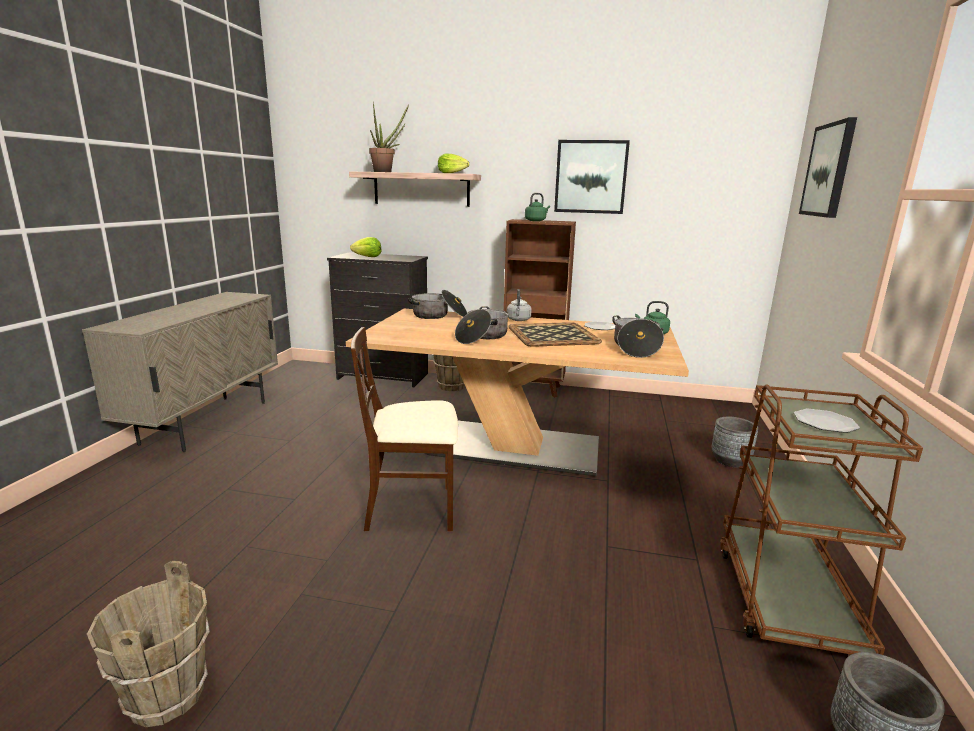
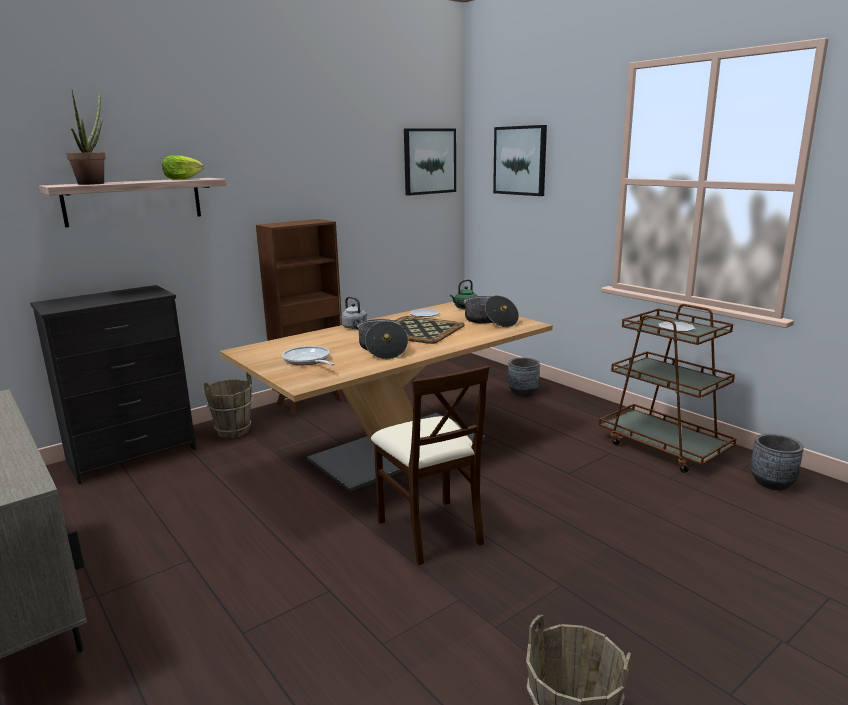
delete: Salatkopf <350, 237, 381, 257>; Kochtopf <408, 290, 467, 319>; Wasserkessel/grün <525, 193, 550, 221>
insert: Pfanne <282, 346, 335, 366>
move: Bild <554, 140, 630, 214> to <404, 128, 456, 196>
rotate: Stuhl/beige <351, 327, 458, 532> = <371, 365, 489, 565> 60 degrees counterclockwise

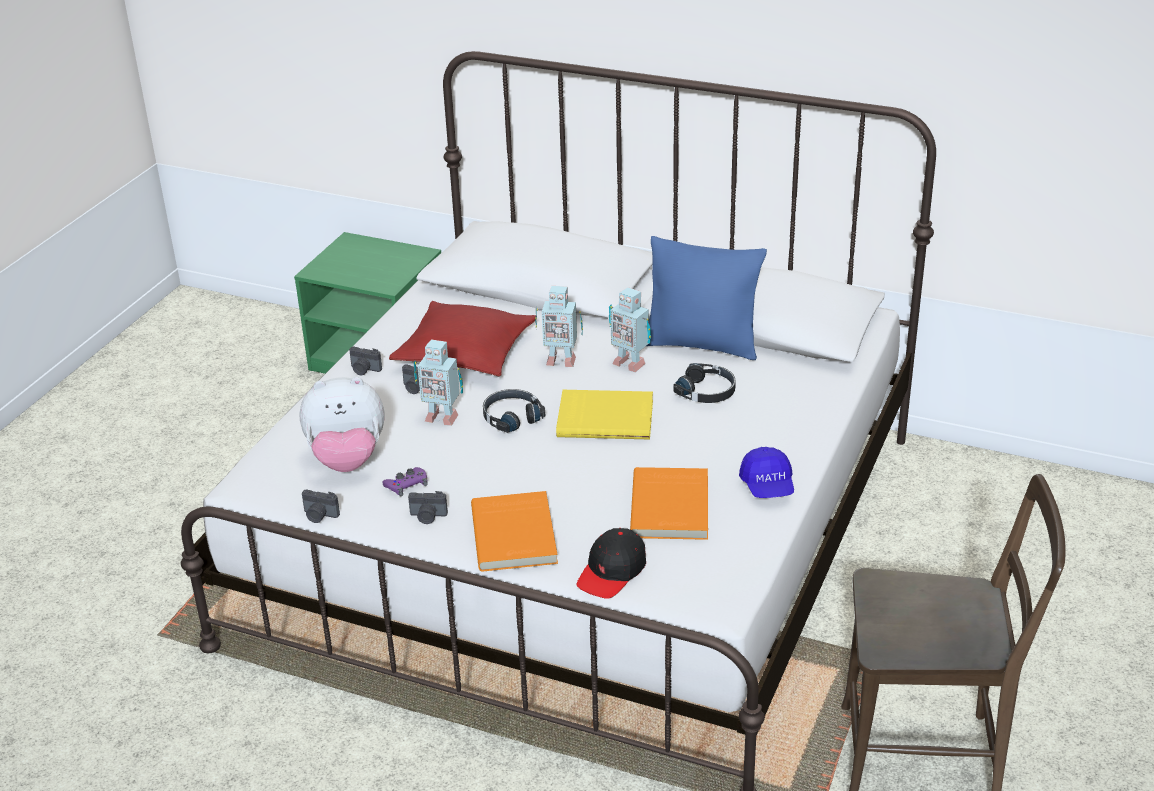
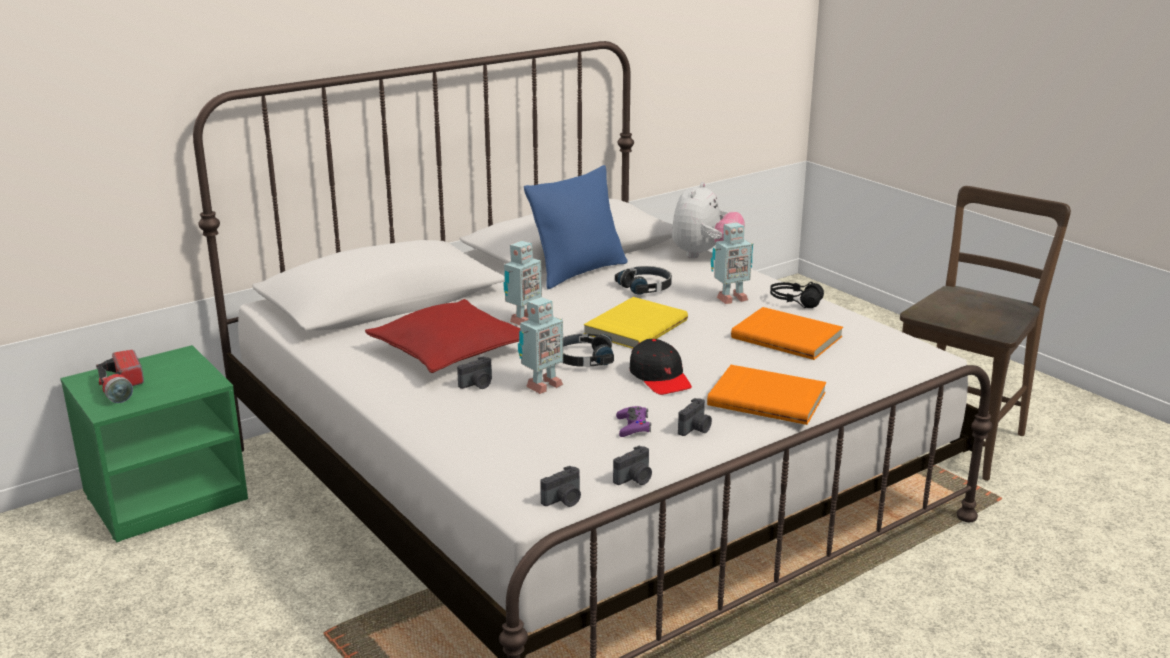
insert: Taschenlampe <96, 350, 144, 403>
move: Plüschtier <299, 377, 384, 472> to <672, 182, 745, 258>; Kamera <349, 347, 382, 375> to <540, 466, 581, 507>; Kappe/schwarz <576, 528, 646, 599> to <630, 339, 692, 395>; Spielzeugroboter <609, 287, 651, 372> to <711, 222, 753, 304>
replace: Kappe/blau <739, 447, 794, 498> to Kopfhörer/schwarz <770, 282, 824, 308>

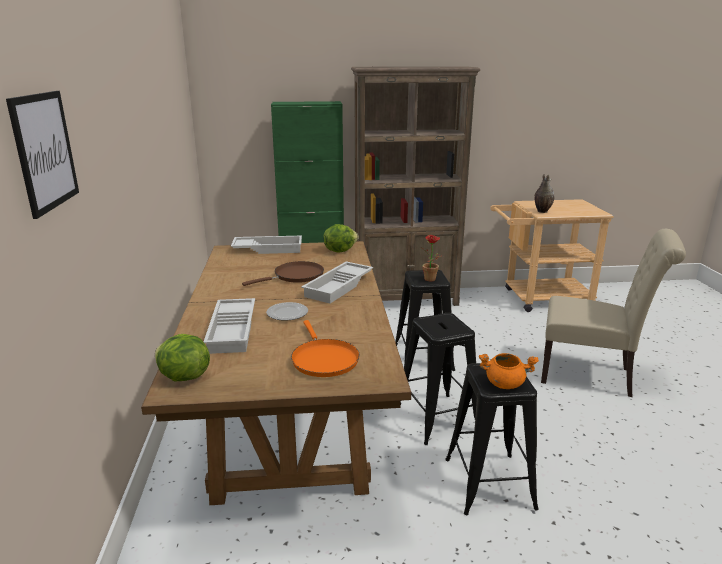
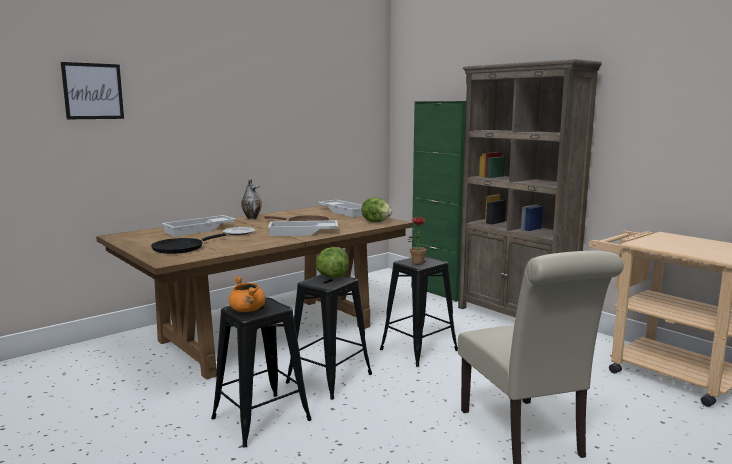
move: Salatkopf <155, 334, 210, 381> to <316, 247, 349, 278>; Vase <534, 174, 555, 213> to <241, 179, 262, 220>
recolor: Pfanne/orange <291, 320, 360, 377> to Pfanne/schwarz <151, 233, 226, 254>

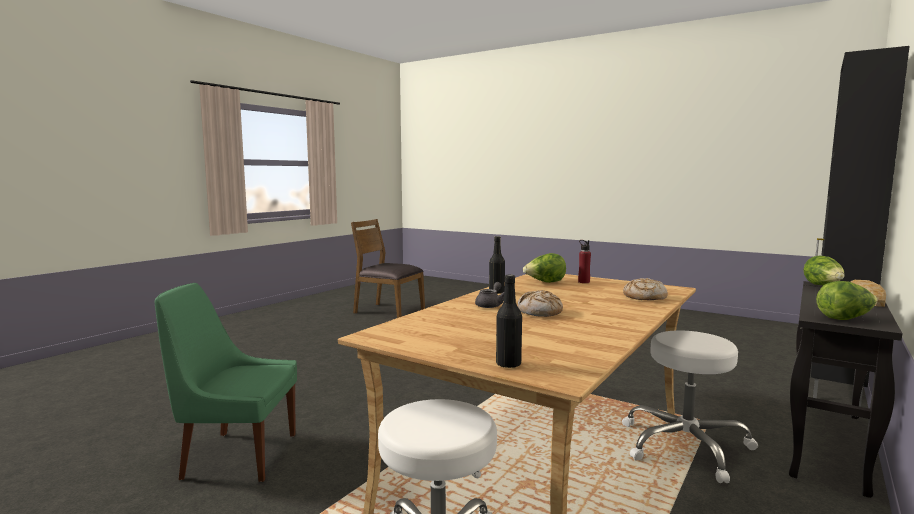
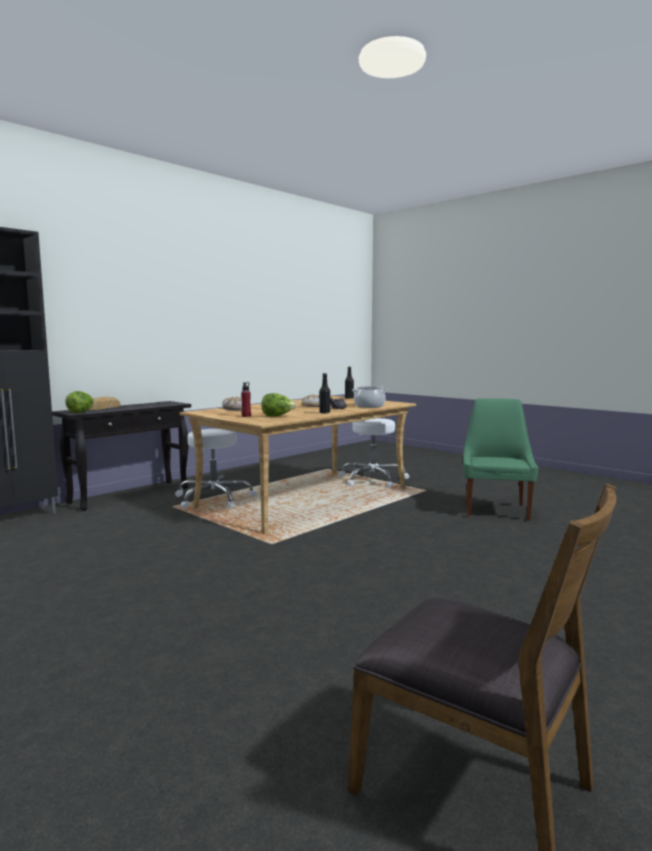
delete: Salatkopf <816, 281, 878, 320>
insert: Kochtopf <352, 386, 387, 408>
rotate: Stuhl/grün <155, 283, 297, 482> = <463, 398, 538, 521> 90 degrees counterclockwise

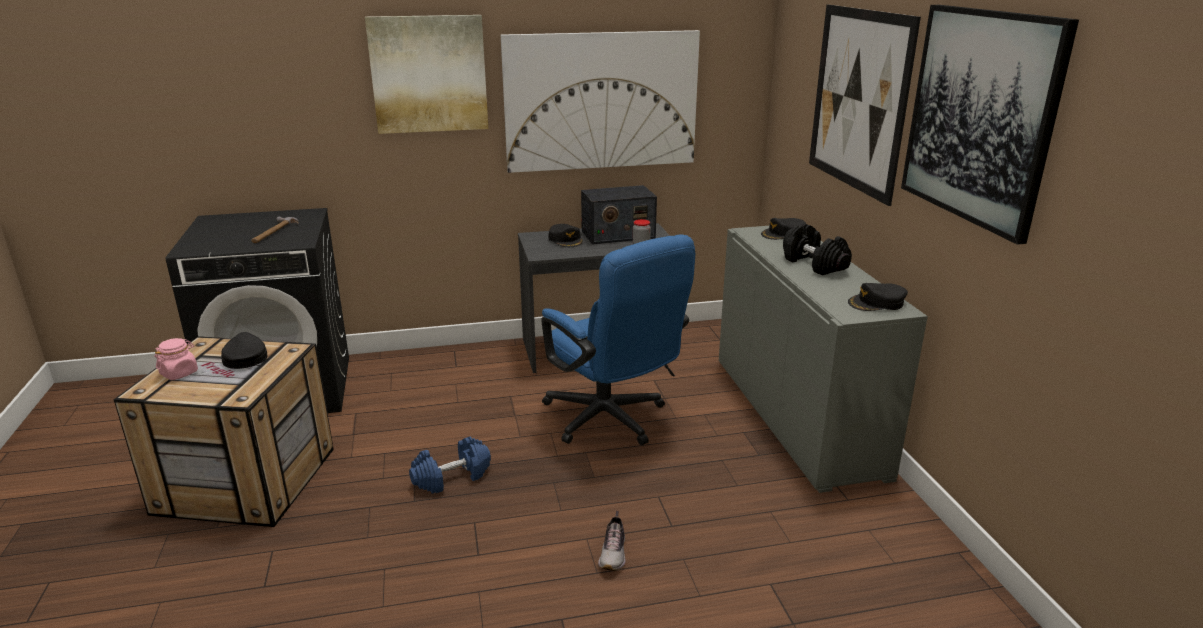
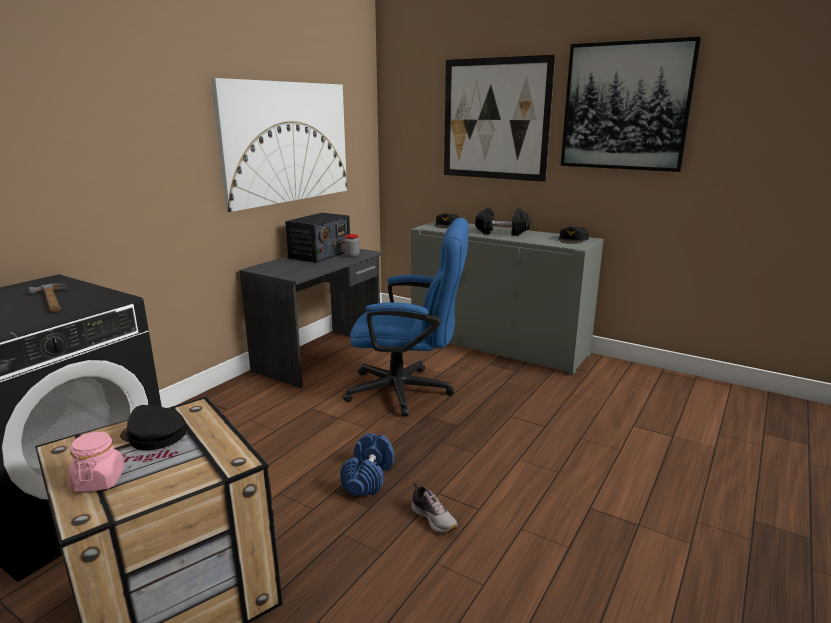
delete: Bild <365, 15, 488, 134>; Kappe/schwarz <548, 224, 583, 247>
move: Schuh <598, 511, 626, 571> to <411, 482, 458, 533>

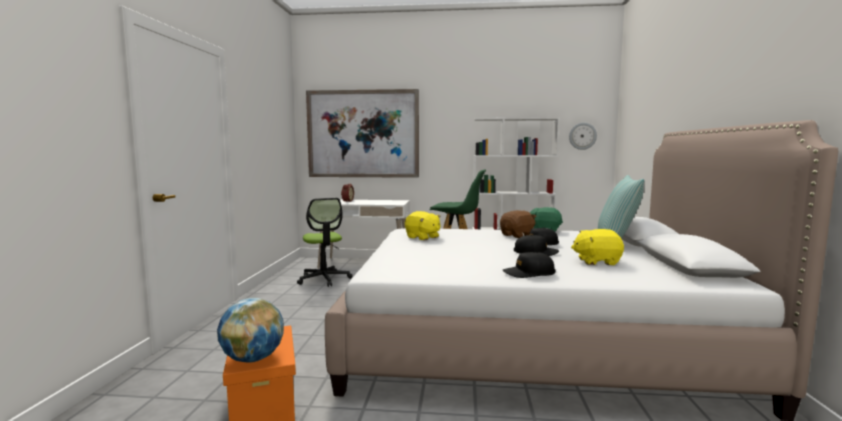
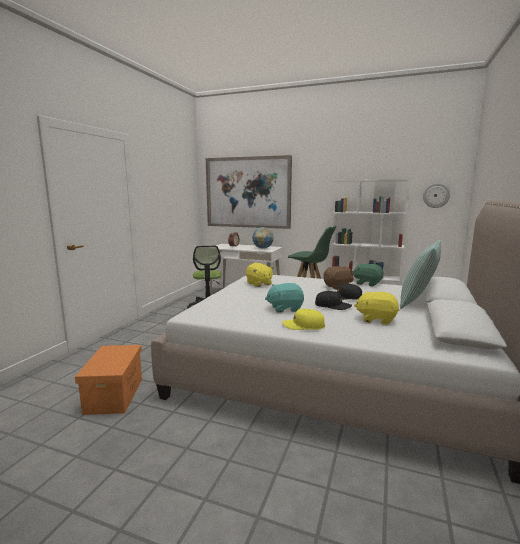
insert: Plüschtier/türkis <265, 283, 304, 312>
move: Globus <217, 298, 284, 363> to <253, 227, 274, 248>
recolor: Kappe/schwarz <503, 252, 555, 278> to Kappe/gelb <282, 309, 325, 330>

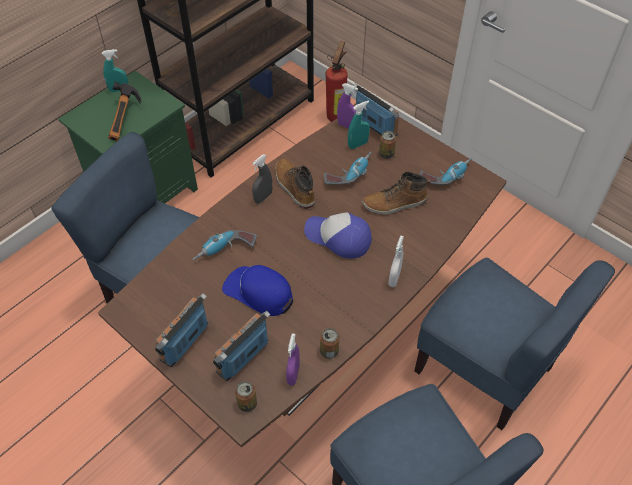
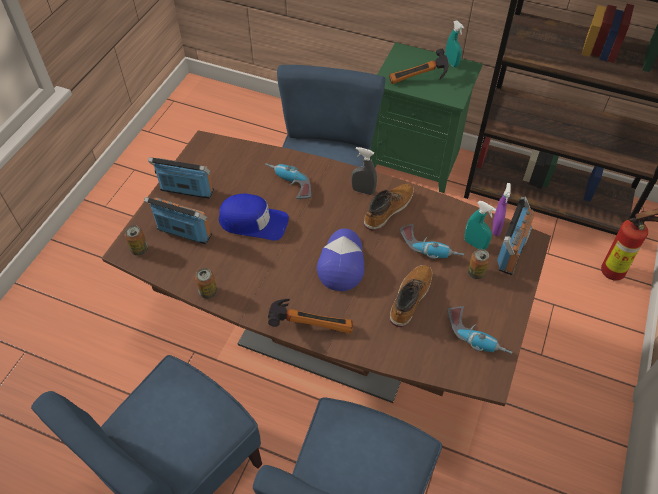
delete: Sprühflasche/lila <286, 333, 300, 386>
replace: Sprühflasche/weiß <388, 236, 404, 287> to Hammer <268, 299, 353, 334>
rotate: Kappe/blau <222, 265, 293, 316> = <219, 194, 289, 241> 90 degrees clockwise; Stiefel <362, 172, 430, 215> = <389, 265, 432, 327> 60 degrees clockwise

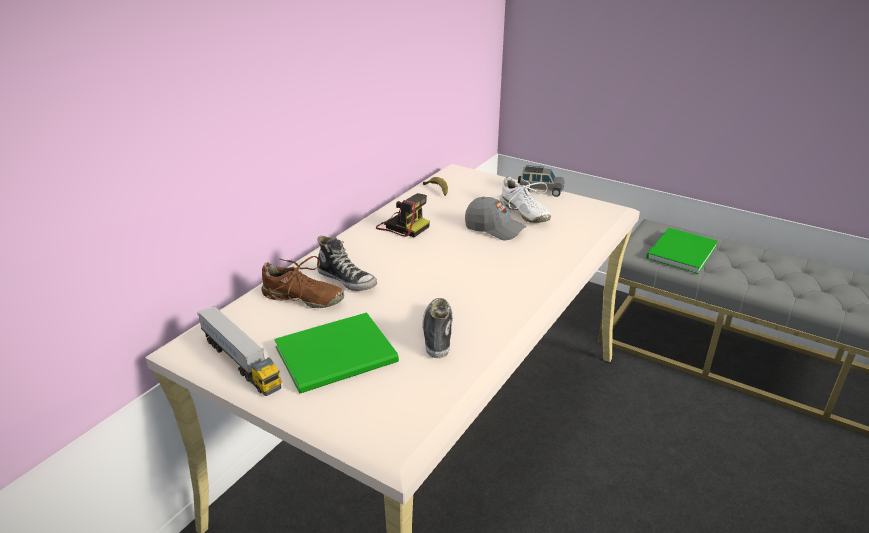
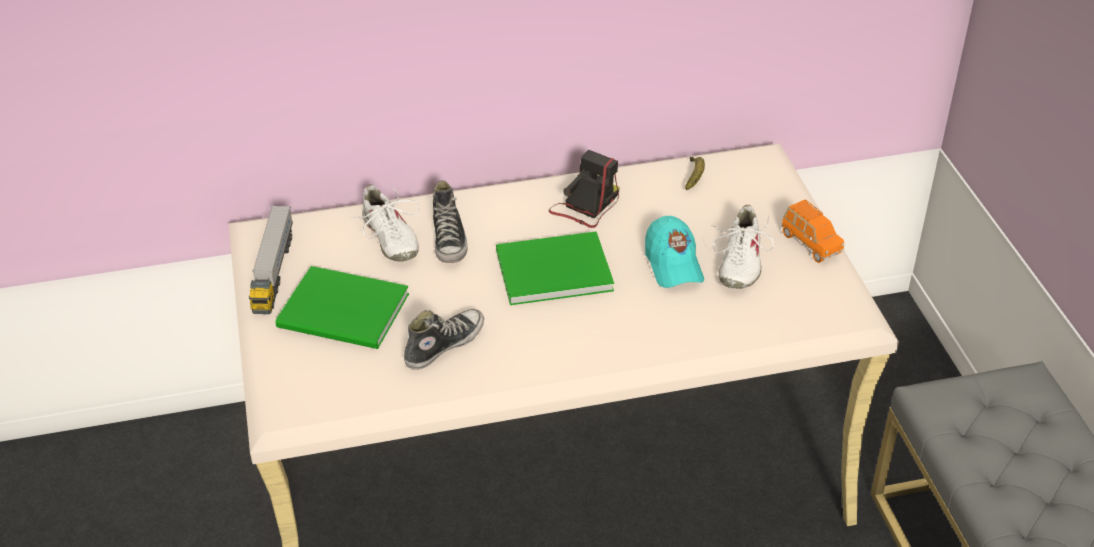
move: Buch/grün <646, 228, 718, 274> to <496, 231, 614, 305>
recolor: Schuh/braun <261, 256, 344, 308> to Schuh/weiß <349, 184, 420, 261>; Kappe/grau <465, 197, 527, 240> to Kappe/türkis <645, 216, 704, 288>; Spielzeugauto/grau <518, 165, 564, 197> to Spielzeugauto/orange <782, 199, 844, 263>
rotate: Kamera <376, 193, 430, 237> = <549, 150, 620, 228> 135 degrees counterclockwise

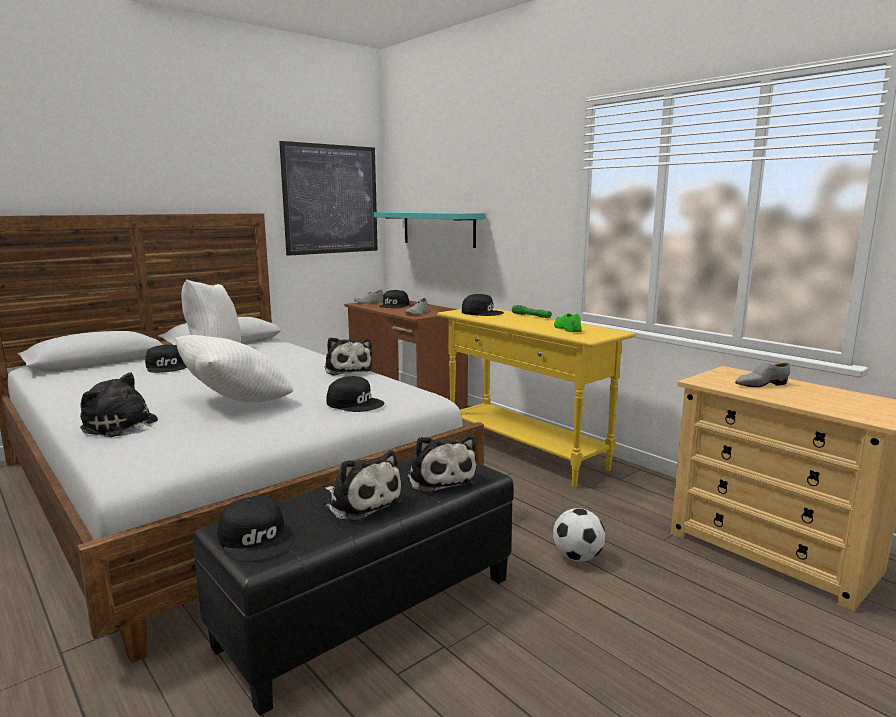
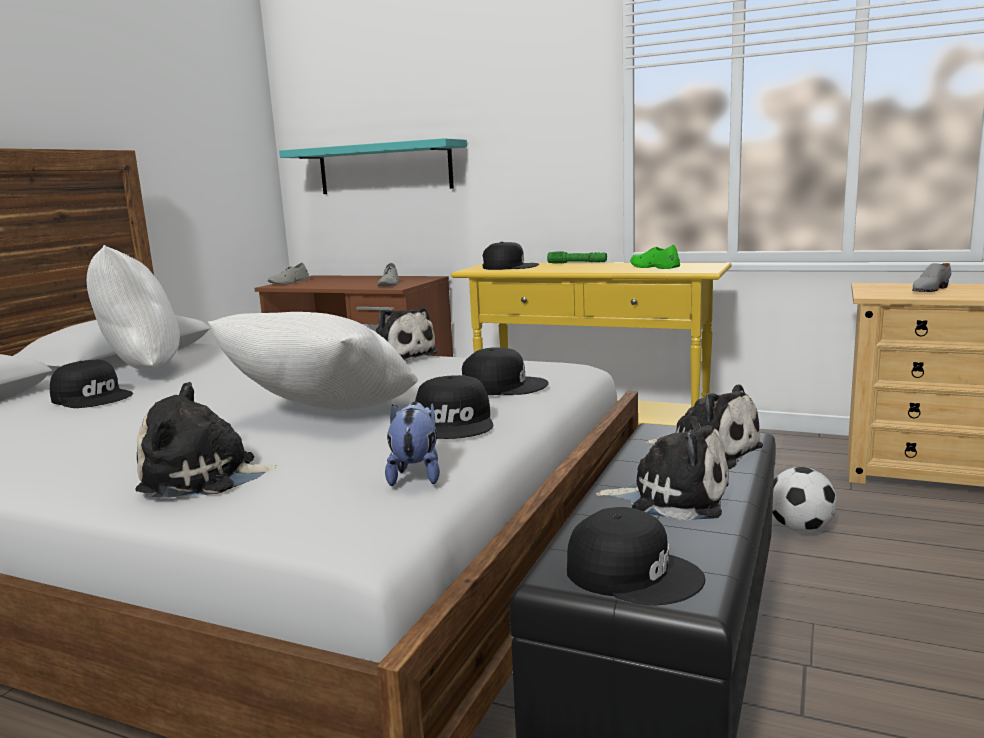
delete: Bild <279, 141, 378, 256>
insert: Plüschtier <385, 402, 440, 486>
move: Kappe/schwarz <379, 290, 409, 308> to <415, 375, 493, 439>

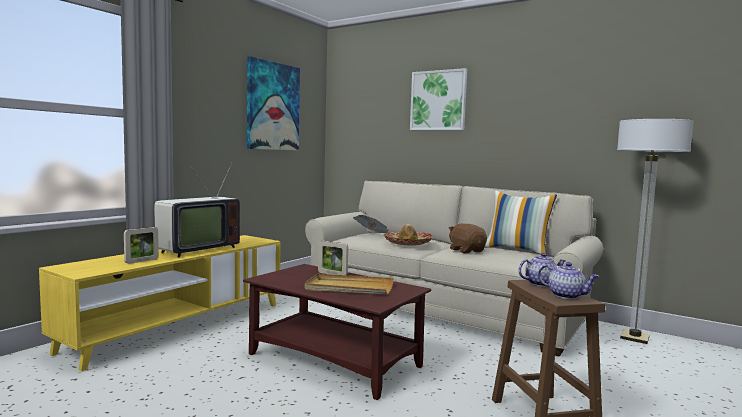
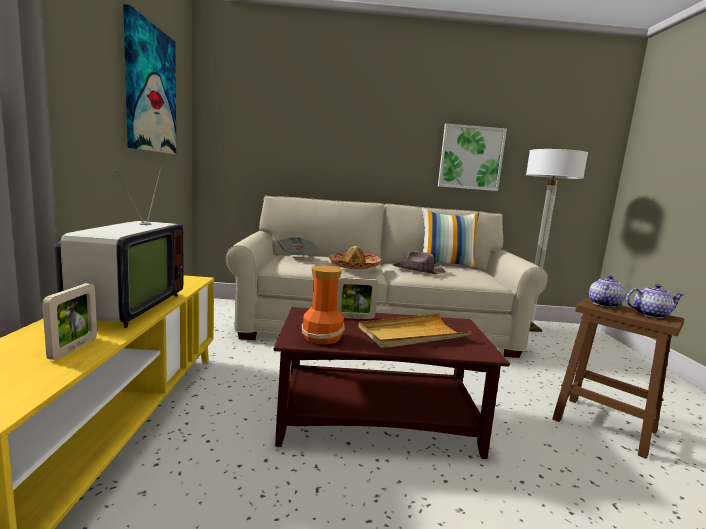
insert: Vase <302, 266, 345, 345>
move: Bild <410, 68, 467, 130> to <438, 124, 507, 191>
replace: Plüschtier/braun <449, 223, 487, 253> to Hut/braun <392, 251, 445, 274>

